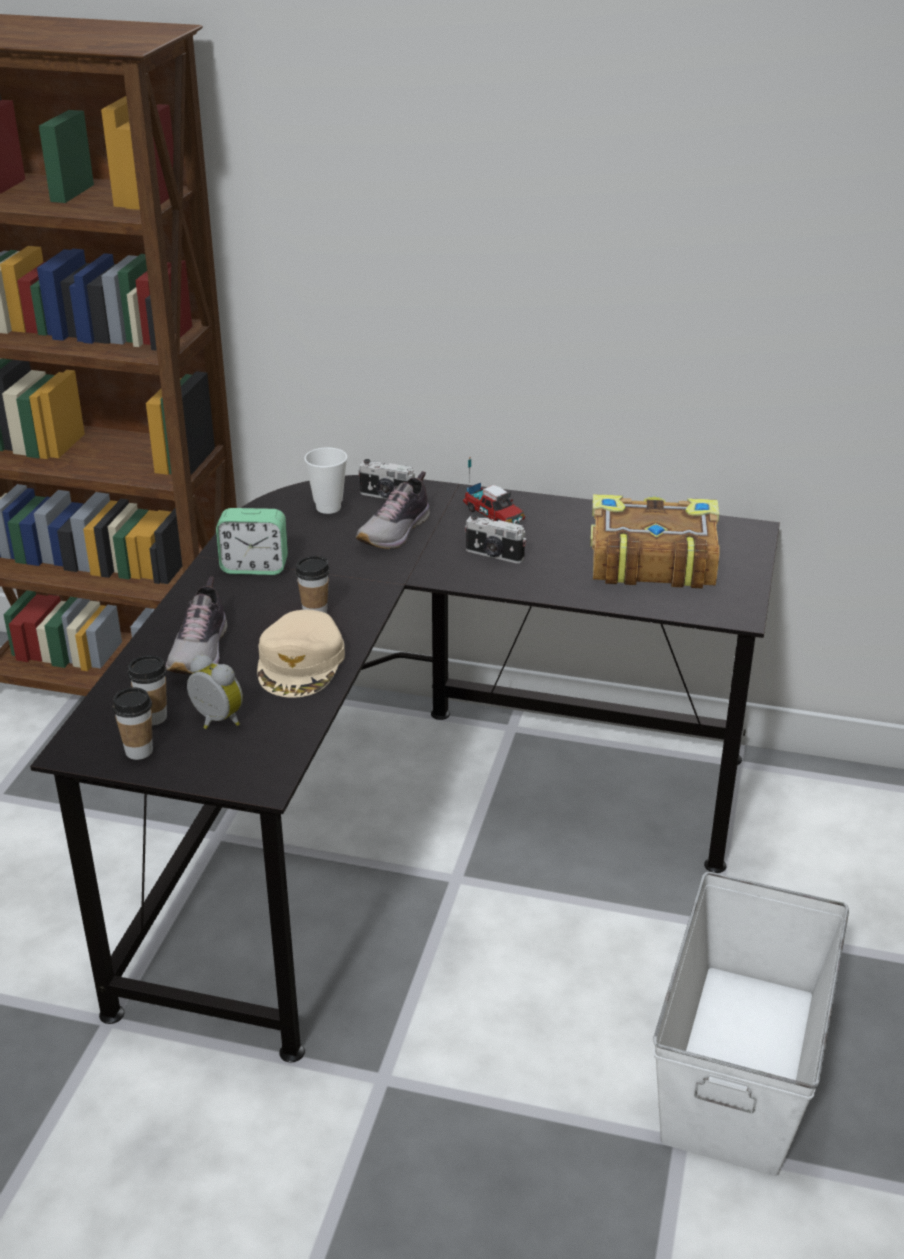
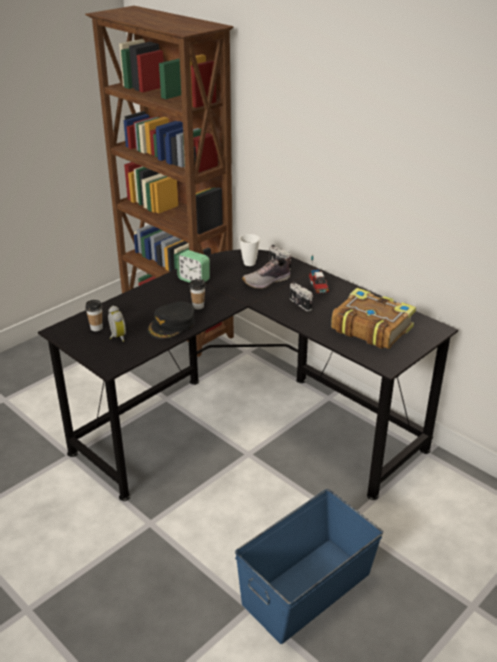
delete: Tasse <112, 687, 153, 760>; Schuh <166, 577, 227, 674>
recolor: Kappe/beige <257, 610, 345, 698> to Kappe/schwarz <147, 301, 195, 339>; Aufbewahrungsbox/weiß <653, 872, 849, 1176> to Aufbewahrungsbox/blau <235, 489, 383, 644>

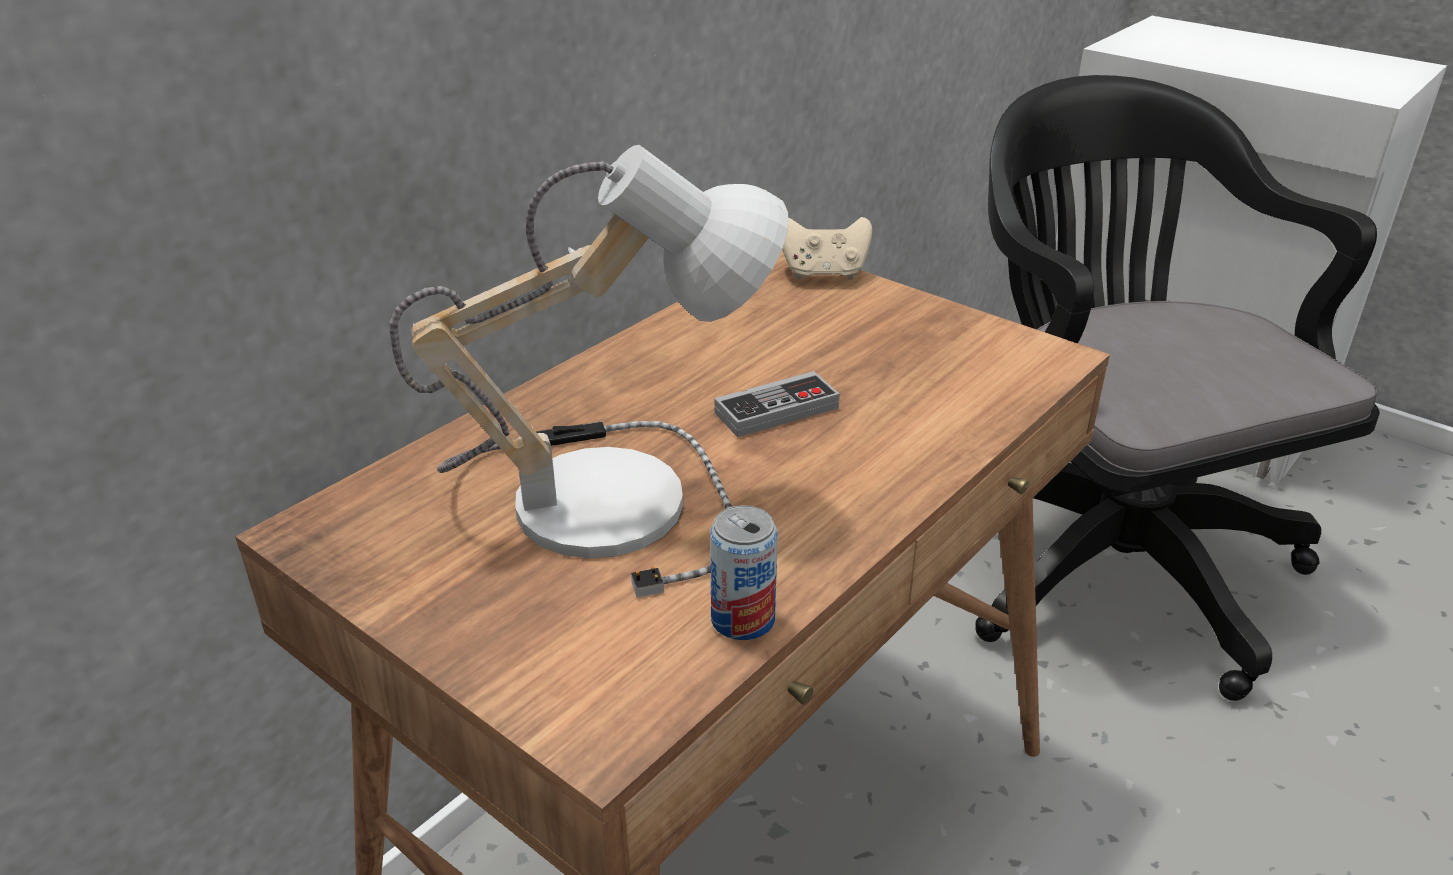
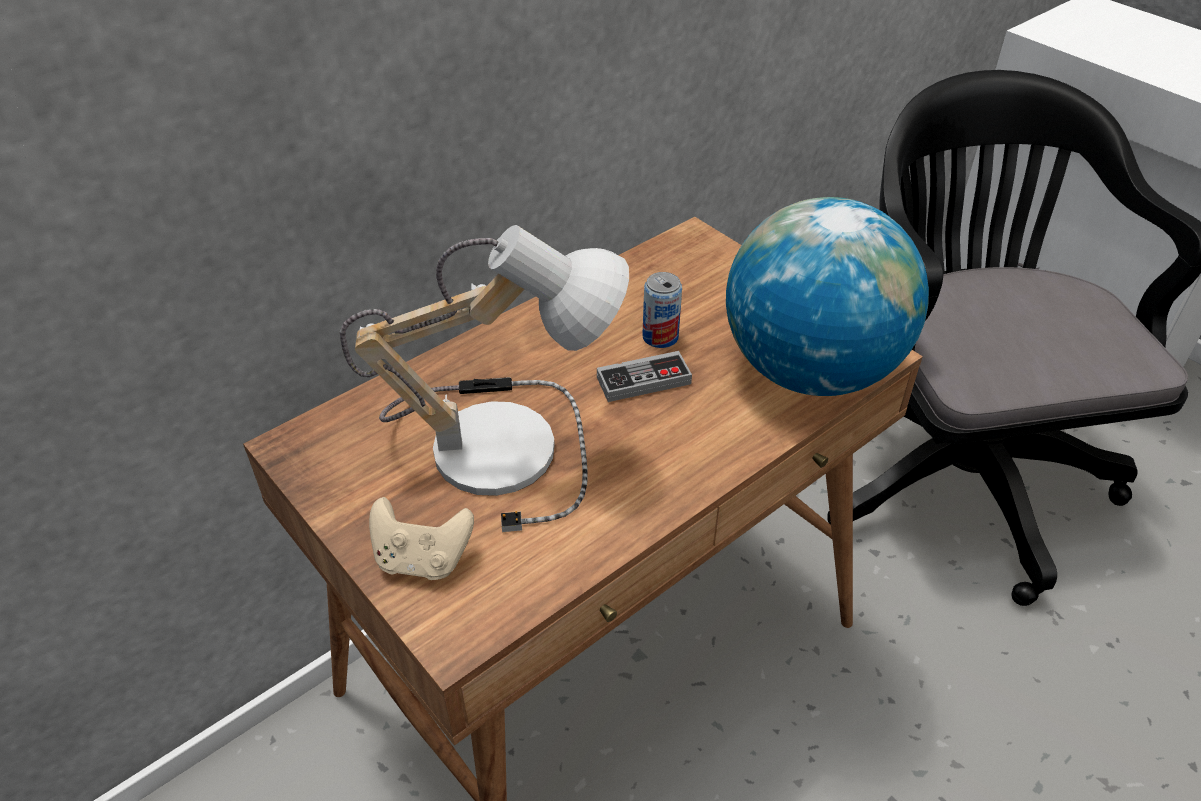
insert: Globus <726, 197, 929, 396>
move: Dose <710, 506, 778, 640> to <642, 272, 682, 348>; Gamepad/beige <782, 217, 872, 280> to <369, 497, 474, 580>

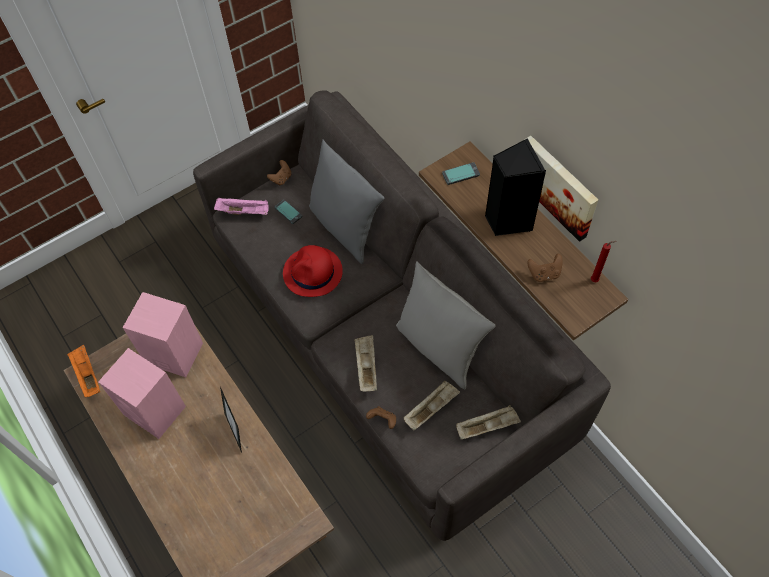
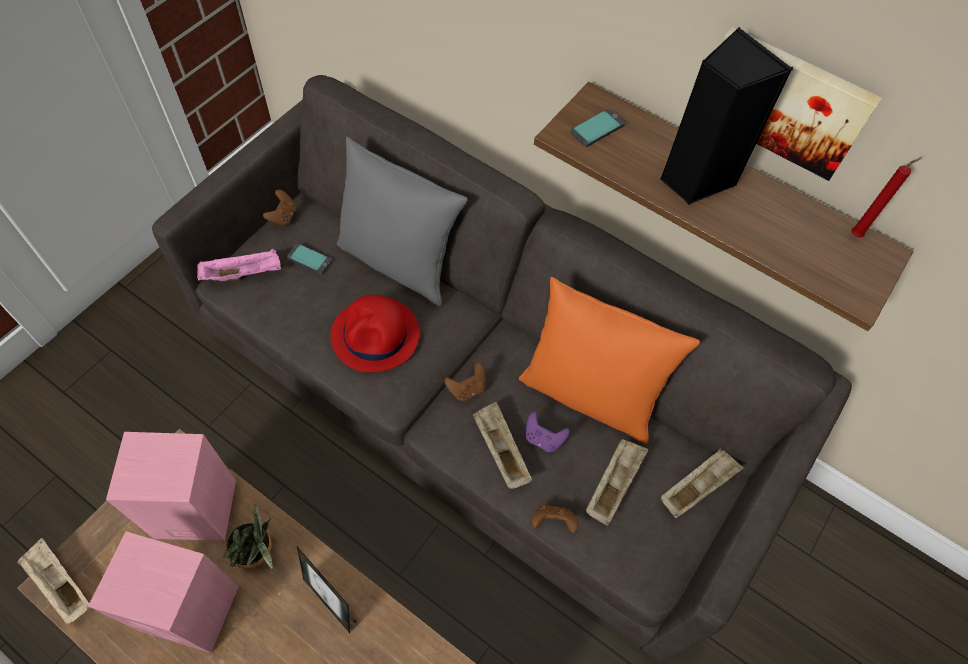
insert: Topfpflanze <223, 503, 273, 569>; Gamepad/lila <526, 411, 570, 453>
move: Gamepad/braun <527, 253, 563, 282> to <445, 362, 486, 402>
recolor: Tablett/orange <67, 345, 100, 397> to Tablett/beige <17, 538, 90, 624>; Kissen/grau <396, 261, 496, 389> to Kissen/orange <519, 277, 700, 444>

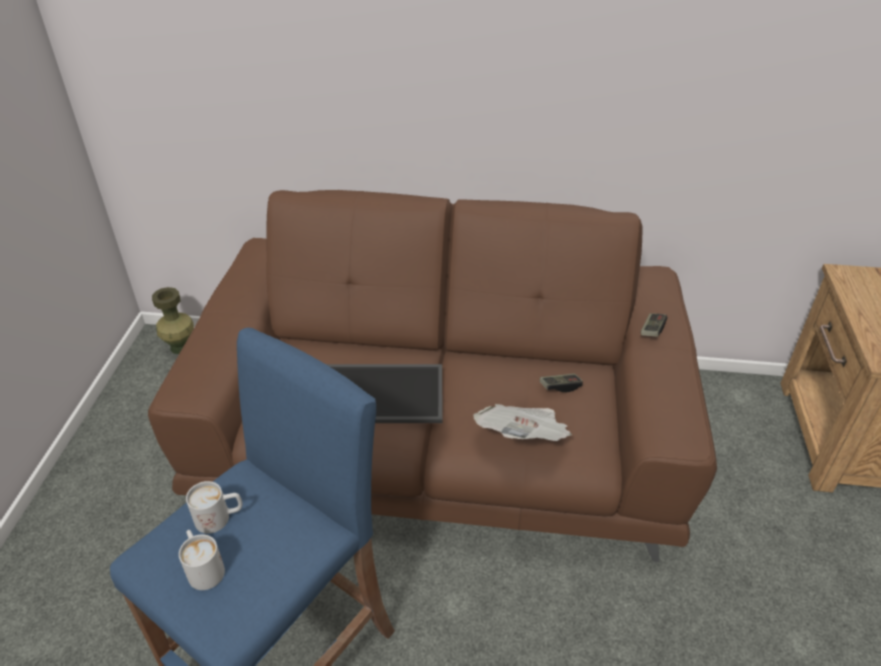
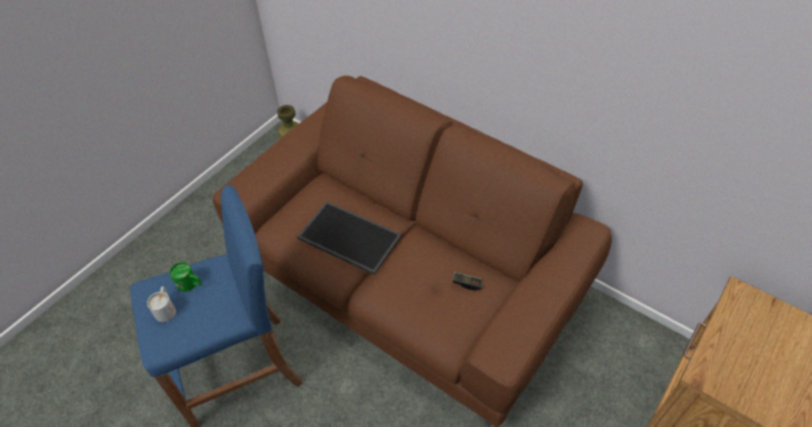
delete: Zeitung <473, 404, 572, 441>; Gamepad <641, 313, 667, 337>
recolor: Henkelbecher/weiß <186, 481, 242, 534> to Henkelbecher/grün <169, 262, 201, 292>

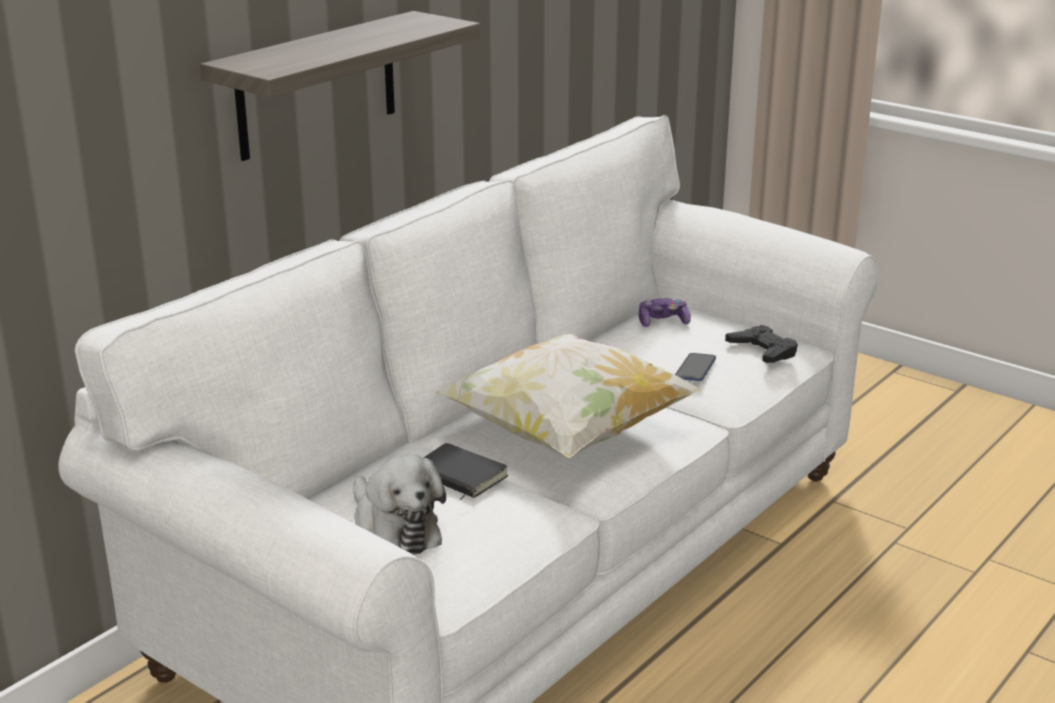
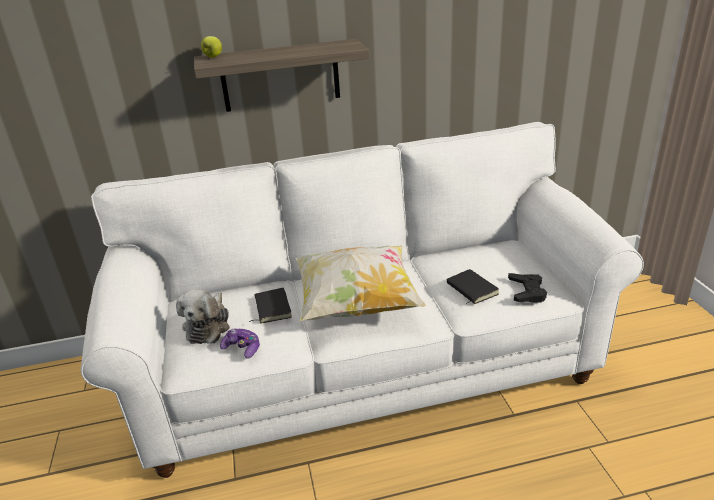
insert: Apfel <201, 36, 222, 58>
move: Gamepad <639, 299, 691, 327> to <220, 328, 260, 358>
replace: Handy <675, 353, 716, 381> to Buch/schwarz <447, 269, 499, 304>

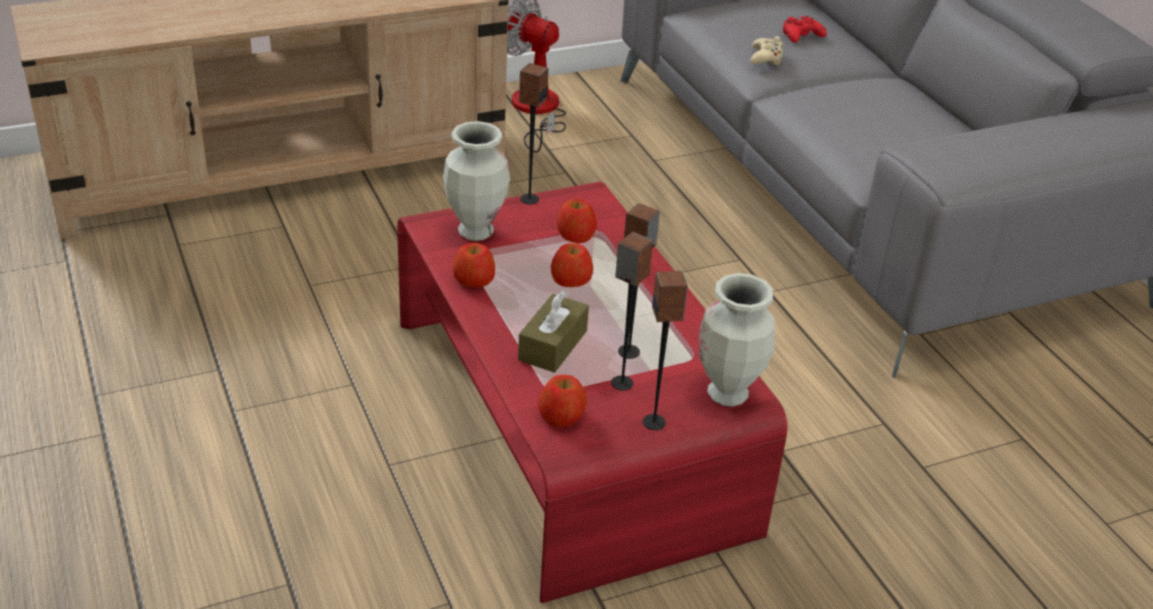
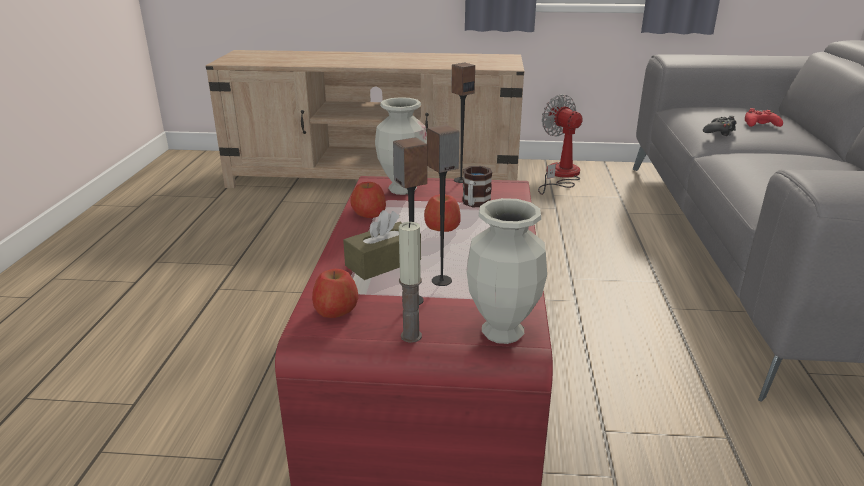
replace: Apfel <557, 199, 597, 243> to Henkelbecher <462, 166, 492, 207>; Lautsprecher <643, 271, 688, 430> to Kerze <399, 222, 422, 343>
recolor: Gamepad/beige <751, 36, 783, 65> to Gamepad/schwarz <703, 116, 737, 136>

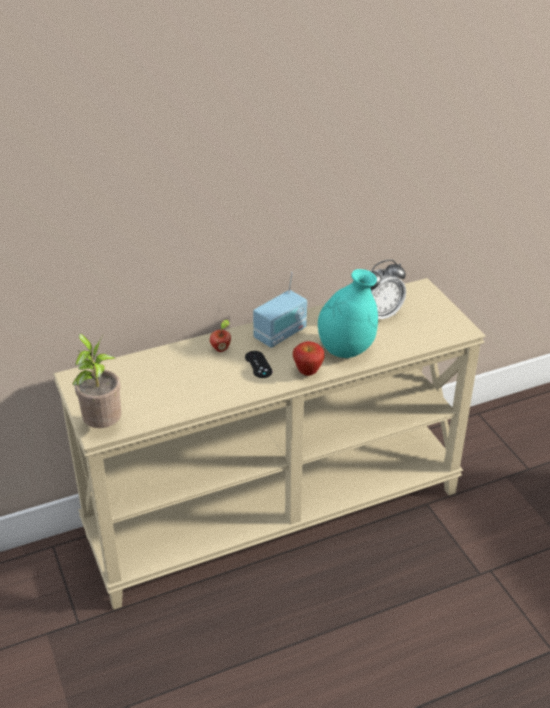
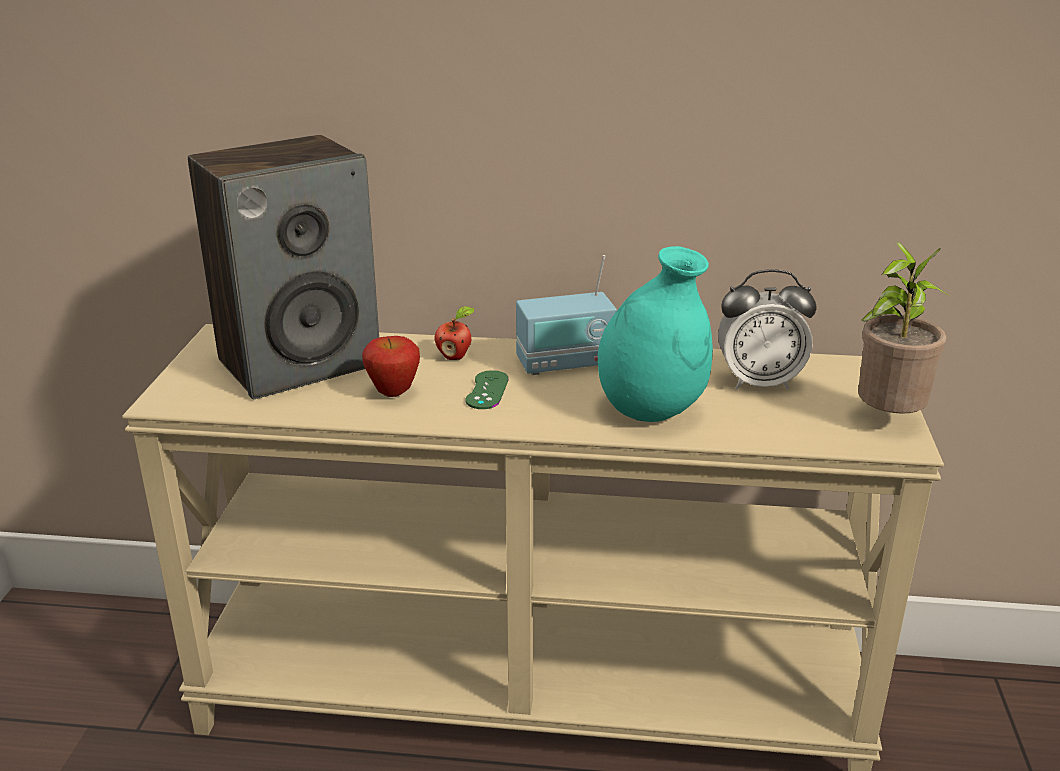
insert: Lautsprecher <188, 135, 379, 399>
move: Topfpflanze <72, 333, 121, 428> to <858, 242, 948, 414>; Apfel <293, 341, 324, 376> to <362, 336, 420, 397>
recolor: Gamepad/schwarz <245, 351, 272, 378> to Gamepad/grün <466, 370, 509, 409>

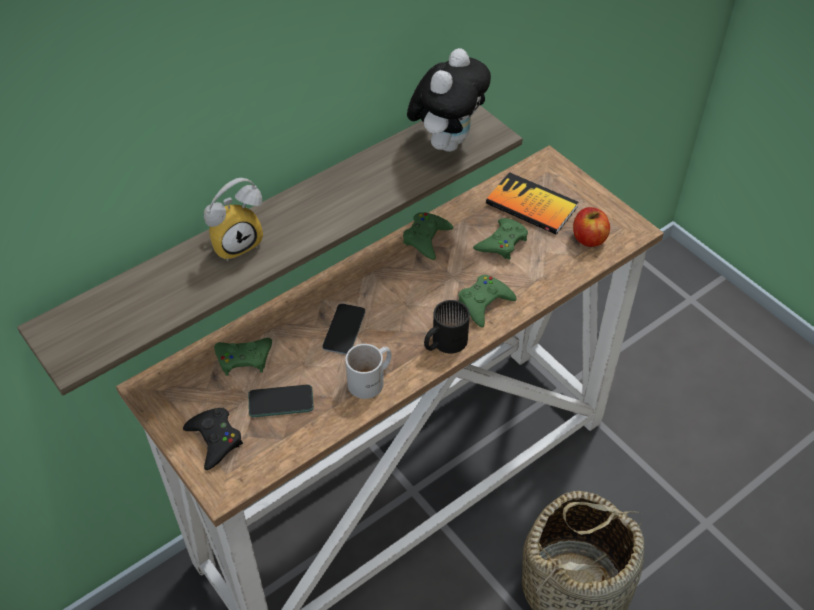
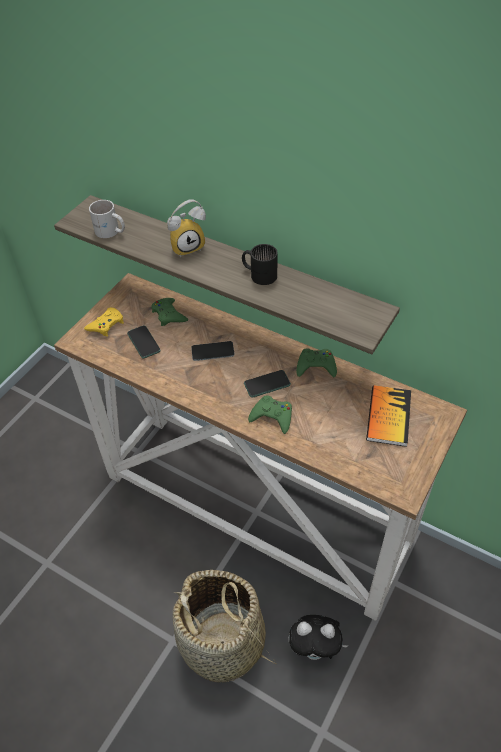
delete: Gamepad/grün <473, 218, 528, 260>; Apfel <573, 207, 610, 247>
insert: Handy <244, 370, 291, 398>
move: Henkelbecher/weiß <345, 344, 392, 399> to <89, 200, 125, 238>; Plüschtier <407, 48, 491, 152> to <289, 615, 348, 660>; Henkelbecher/schwarz <424, 300, 470, 353> to <242, 244, 277, 285>
recolor: Gamepad/schwarz <183, 408, 243, 470> to Gamepad/gelb <84, 307, 124, 337>
rotate: Wecker <204, 178, 263, 262> = <167, 199, 206, 257> 60 degrees counterclockwise

